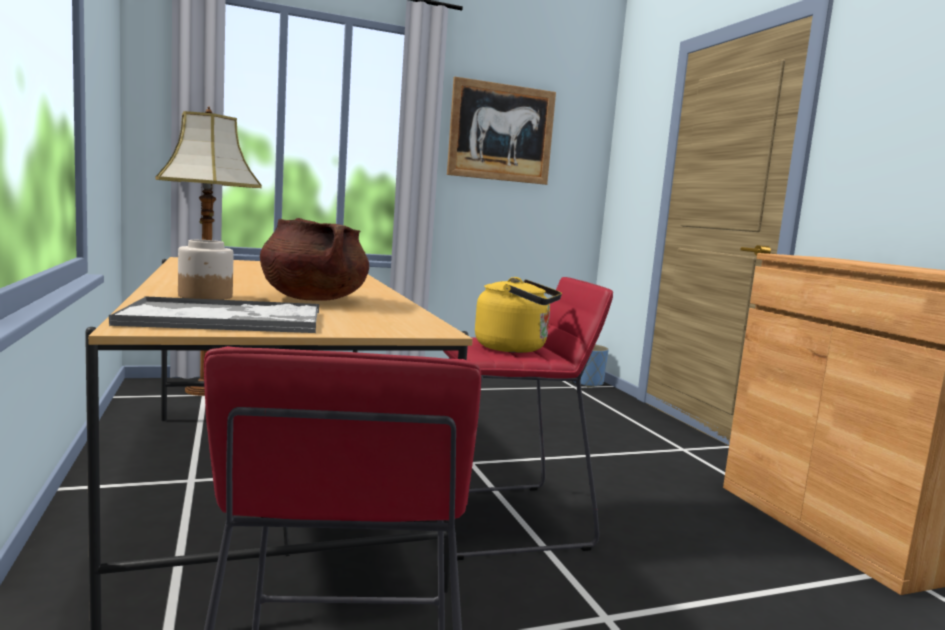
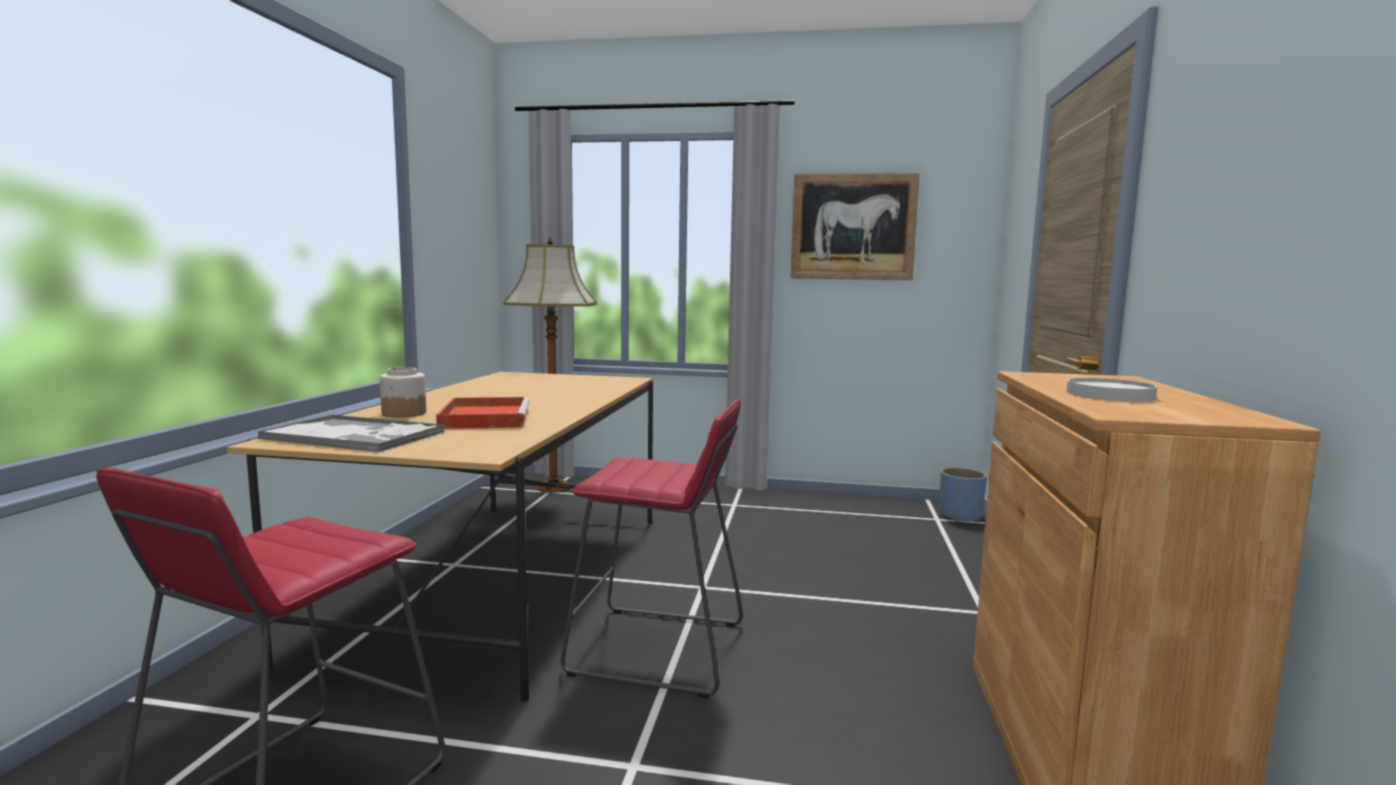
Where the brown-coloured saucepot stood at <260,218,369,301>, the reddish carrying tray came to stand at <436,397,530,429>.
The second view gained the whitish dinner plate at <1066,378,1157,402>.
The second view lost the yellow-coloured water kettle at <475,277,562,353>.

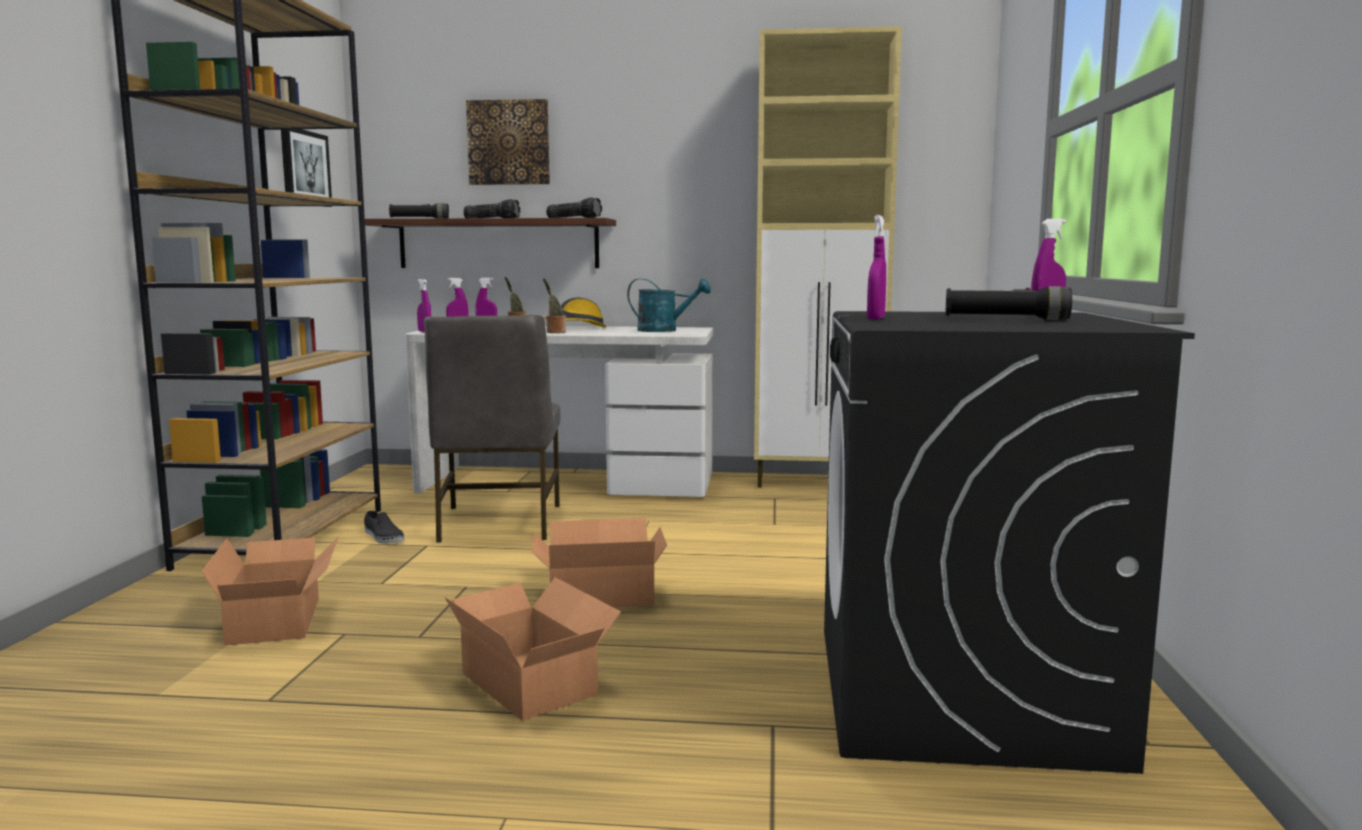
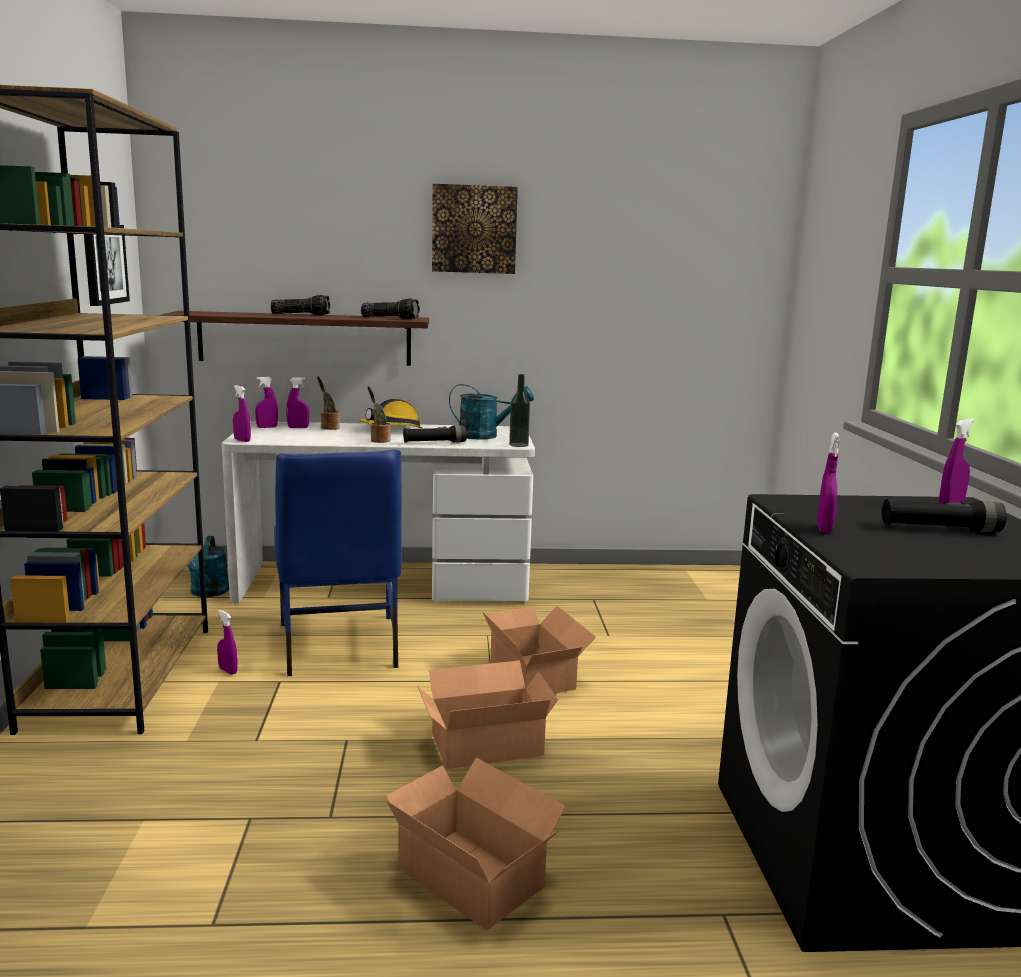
The second view gained the turquoise sprinkling can at <187,536,229,597>.
Where the blackish shoe stood at <364,511,405,544>, the purplish sprayer came to stand at <217,610,238,675>.
What was the grey plain chair at <424,315,561,542> turned into the blue plain chair at <274,450,402,676>.
The blackish flashlight ended up elsewhere, having gone from <389,203,449,218> to <403,425,467,443>.
The wall art ended up elsewhere, having gone from <466,99,550,185> to <432,184,518,274>.
The carton ended up elsewhere, having gone from <201,536,339,646> to <482,606,596,693>.
The second view gained the beverage bottle at <509,374,530,447>.
The second view lost the beige-coloured cupboard at <754,26,902,488>.

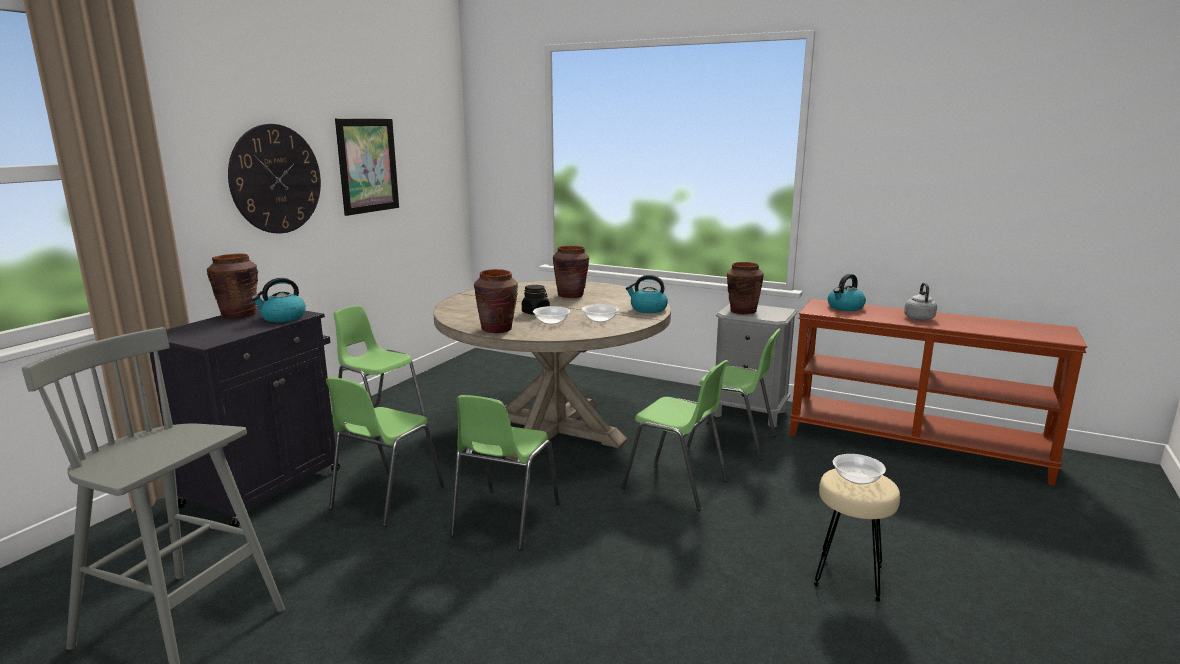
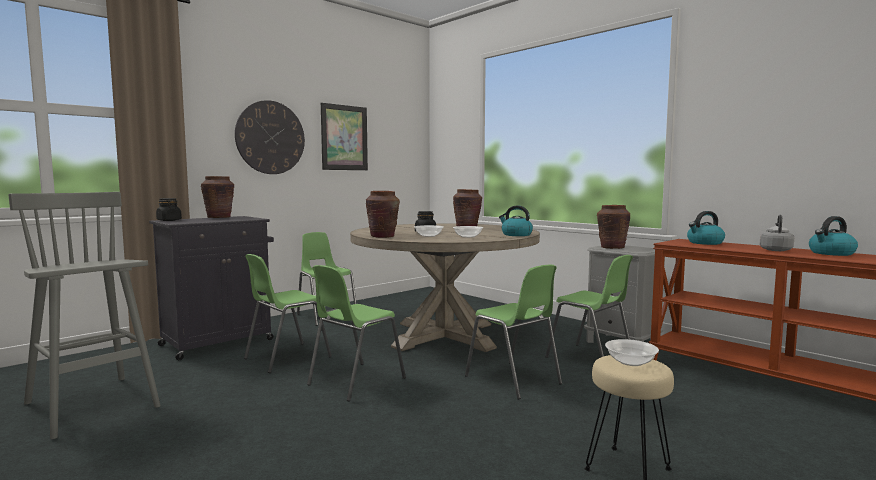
The second view gained the blackish preserve jar at <156,198,182,221>.
The water kettle ended up elsewhere, having gone from <251,278,306,322> to <809,216,858,256>.

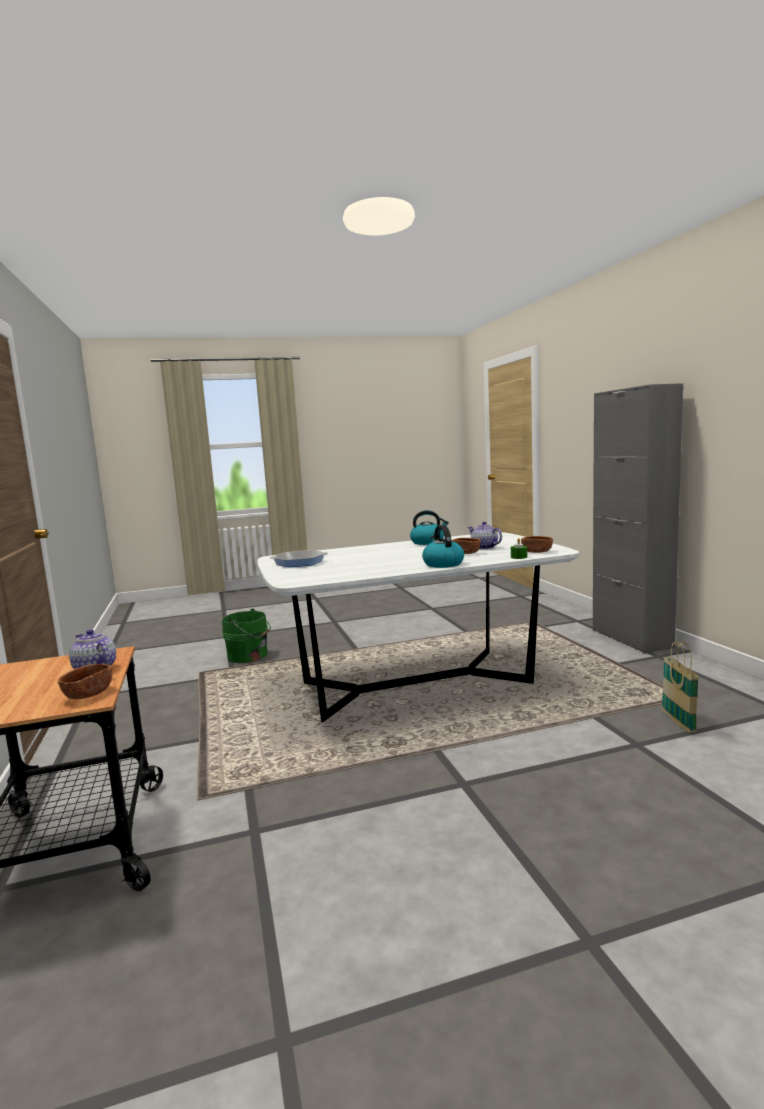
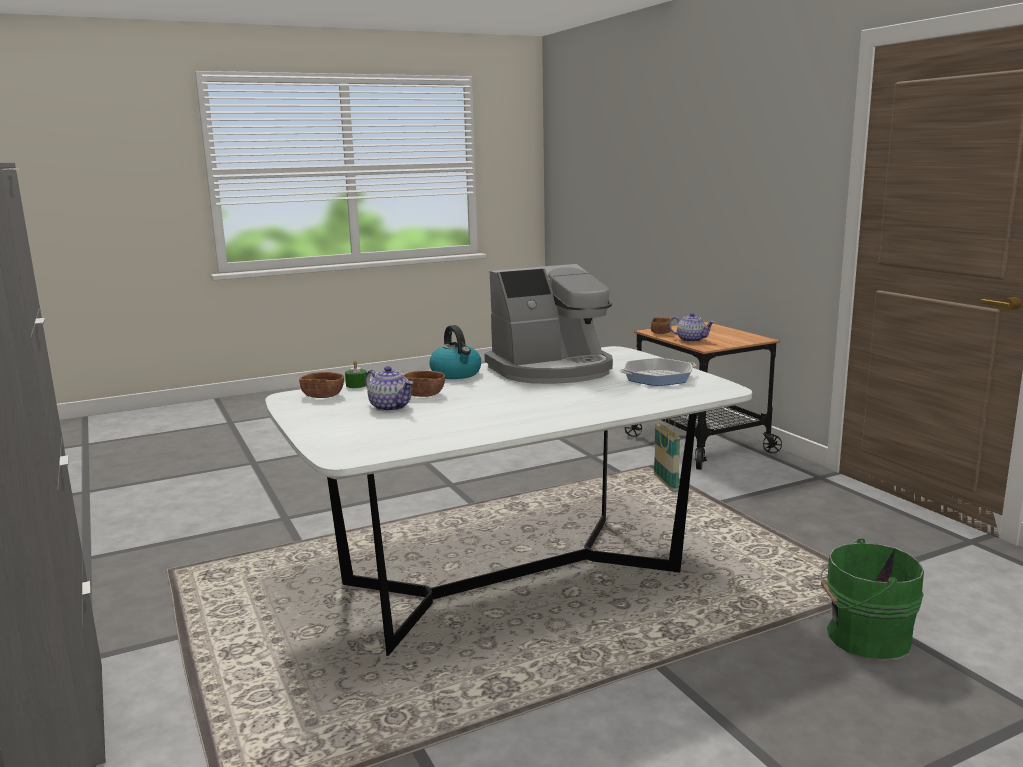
The second view gained the coffee maker at <484,264,613,384>.
The storage basket ended up elsewhere, having gone from <662,641,699,733> to <654,417,680,492>.
The second view lost the water kettle at <410,510,449,545>.

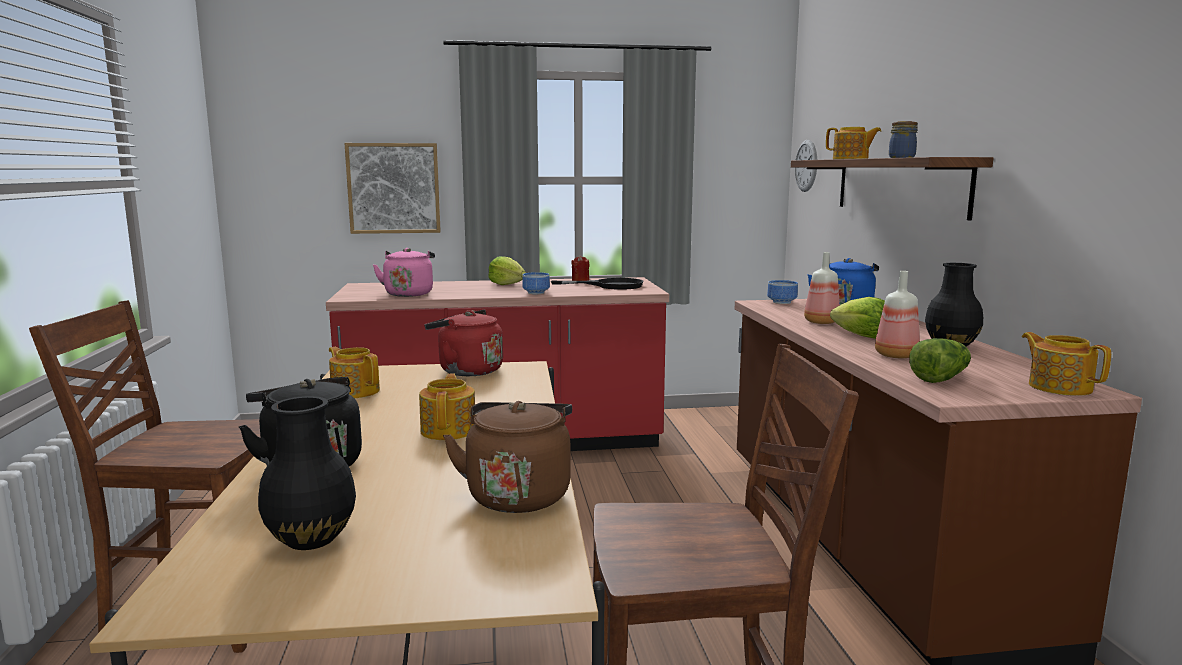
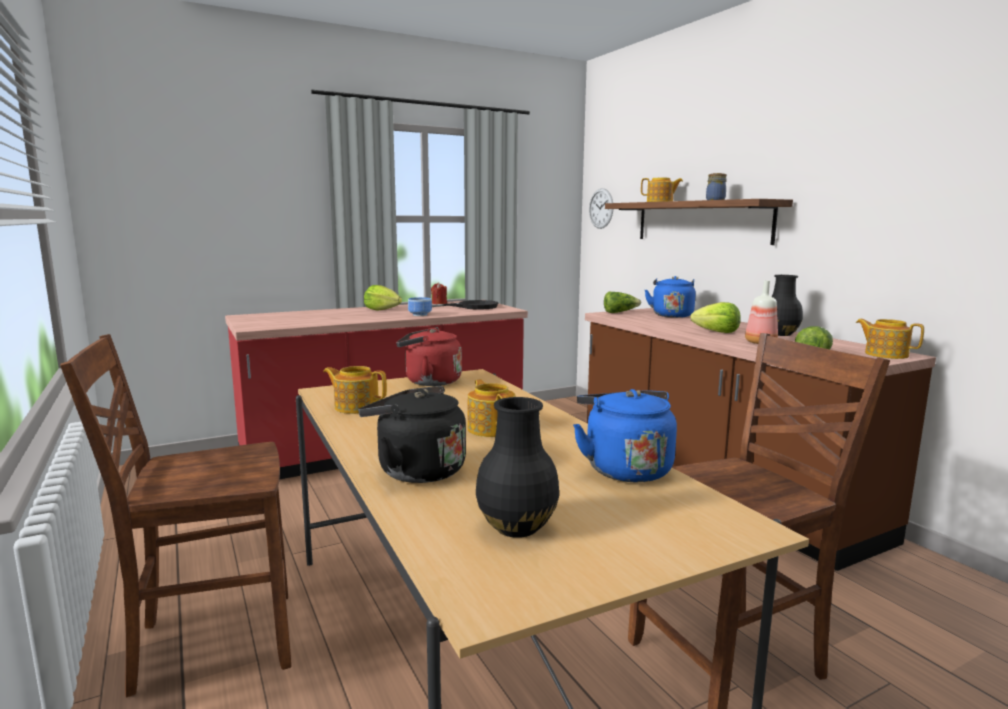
What was the brown-coloured water kettle at <443,401,572,513> turned into the blue water kettle at <573,389,677,482>.
Where the deep dish stood at <767,280,798,304>, the head of lettuce came to stand at <604,292,641,313>.
The second view lost the wall art at <345,143,441,234>.
The second view lost the pink water kettle at <373,248,435,297>.
The second view lost the beverage bottle at <804,252,840,324>.

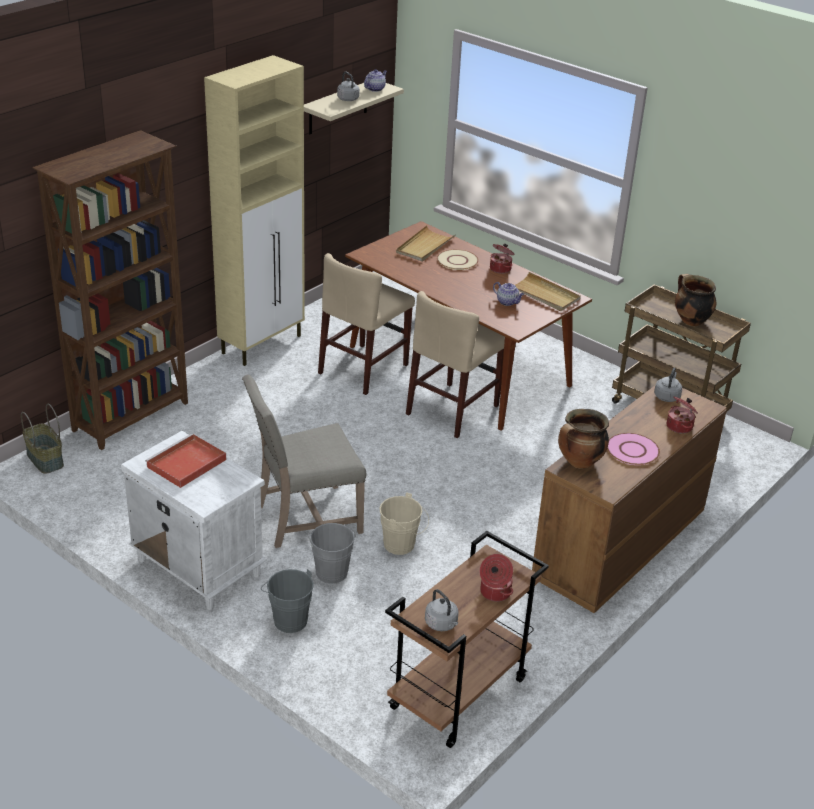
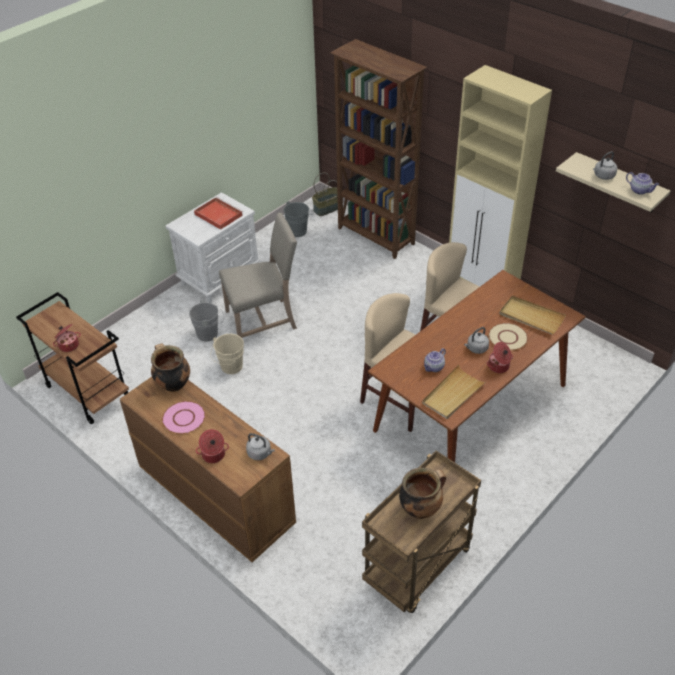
The beige-coloured plain chair at <242,375,367,548> ended up facing another way, 90 degrees clockwise from before.
The grey pail ended up elsewhere, having gone from <261,569,314,633> to <283,201,313,237>.
The grey water kettle ended up elsewhere, having gone from <425,589,459,631> to <464,327,489,354>.

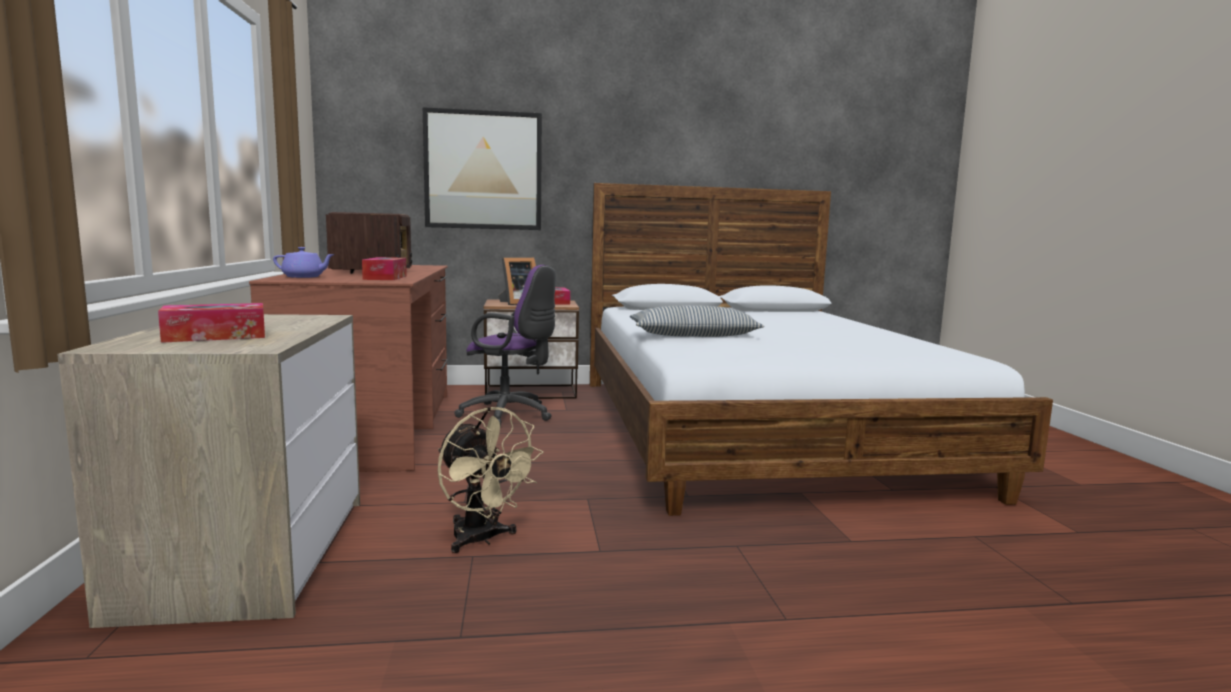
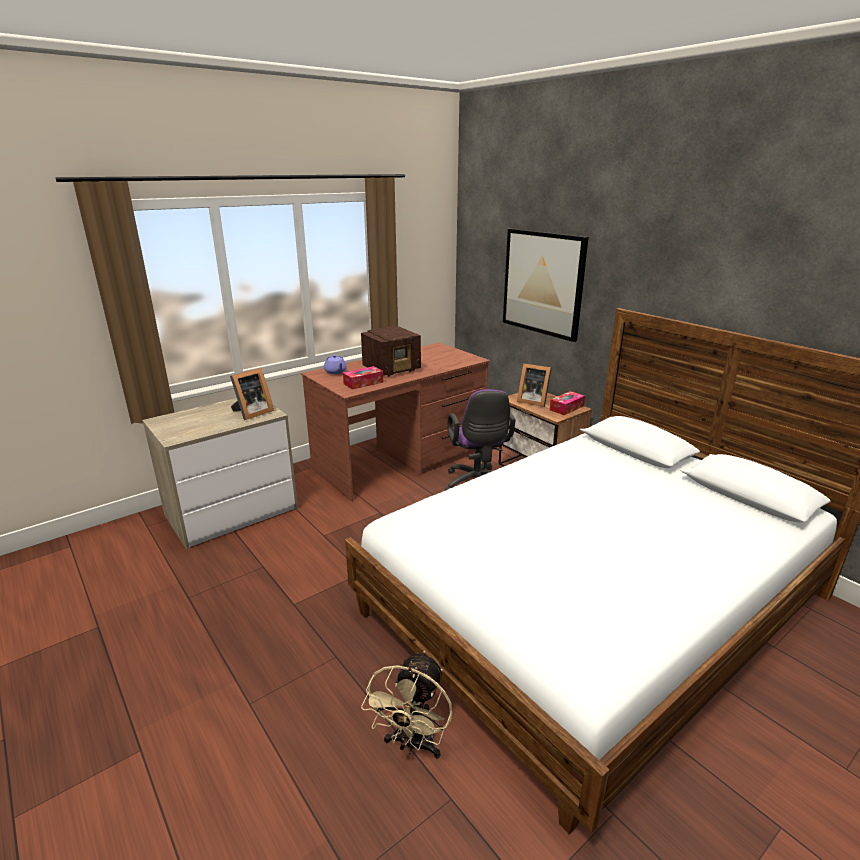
The second view gained the photo frame at <230,368,274,420>.
The beige-coloured cooling fan ended up elsewhere, having gone from <438,406,543,553> to <361,651,453,759>.
The second view lost the tissue box at <158,303,265,343>.
The second view lost the throw pillow at <630,305,764,337>.

